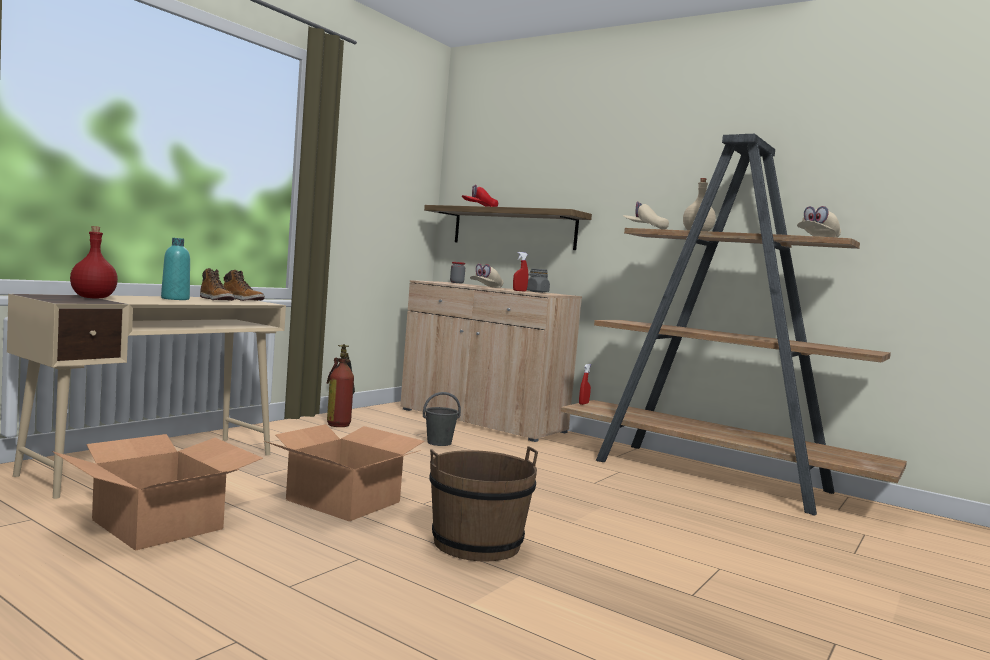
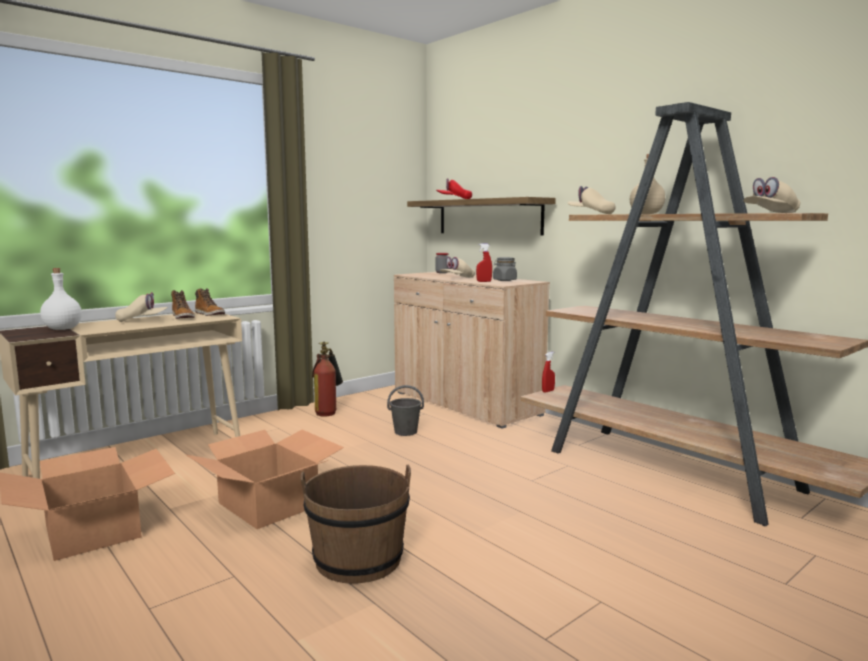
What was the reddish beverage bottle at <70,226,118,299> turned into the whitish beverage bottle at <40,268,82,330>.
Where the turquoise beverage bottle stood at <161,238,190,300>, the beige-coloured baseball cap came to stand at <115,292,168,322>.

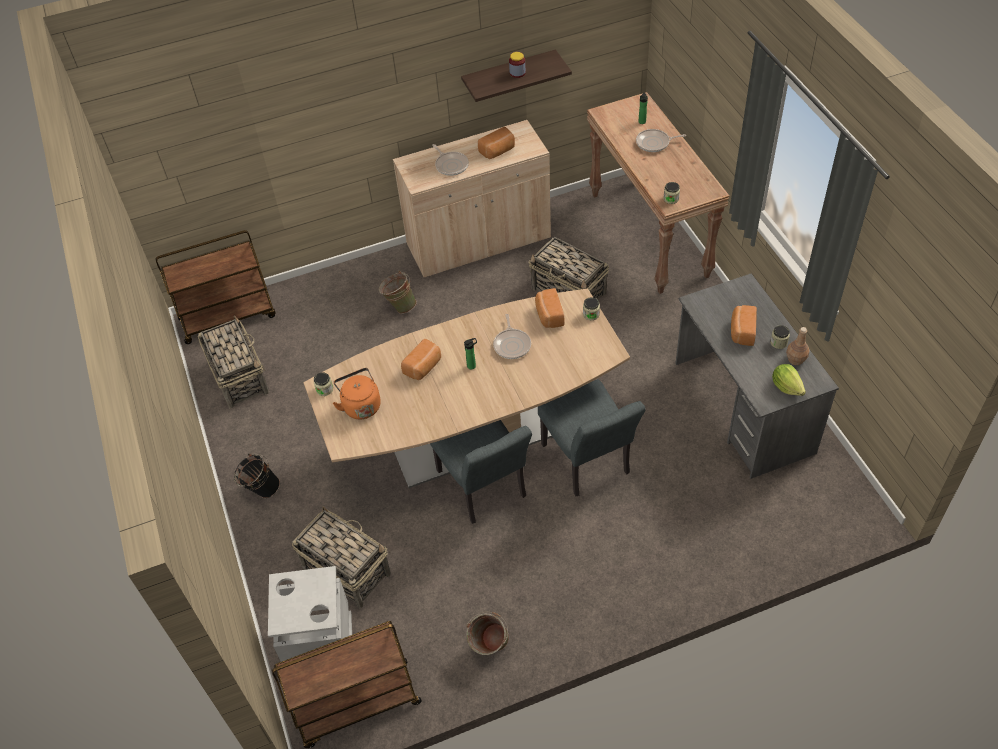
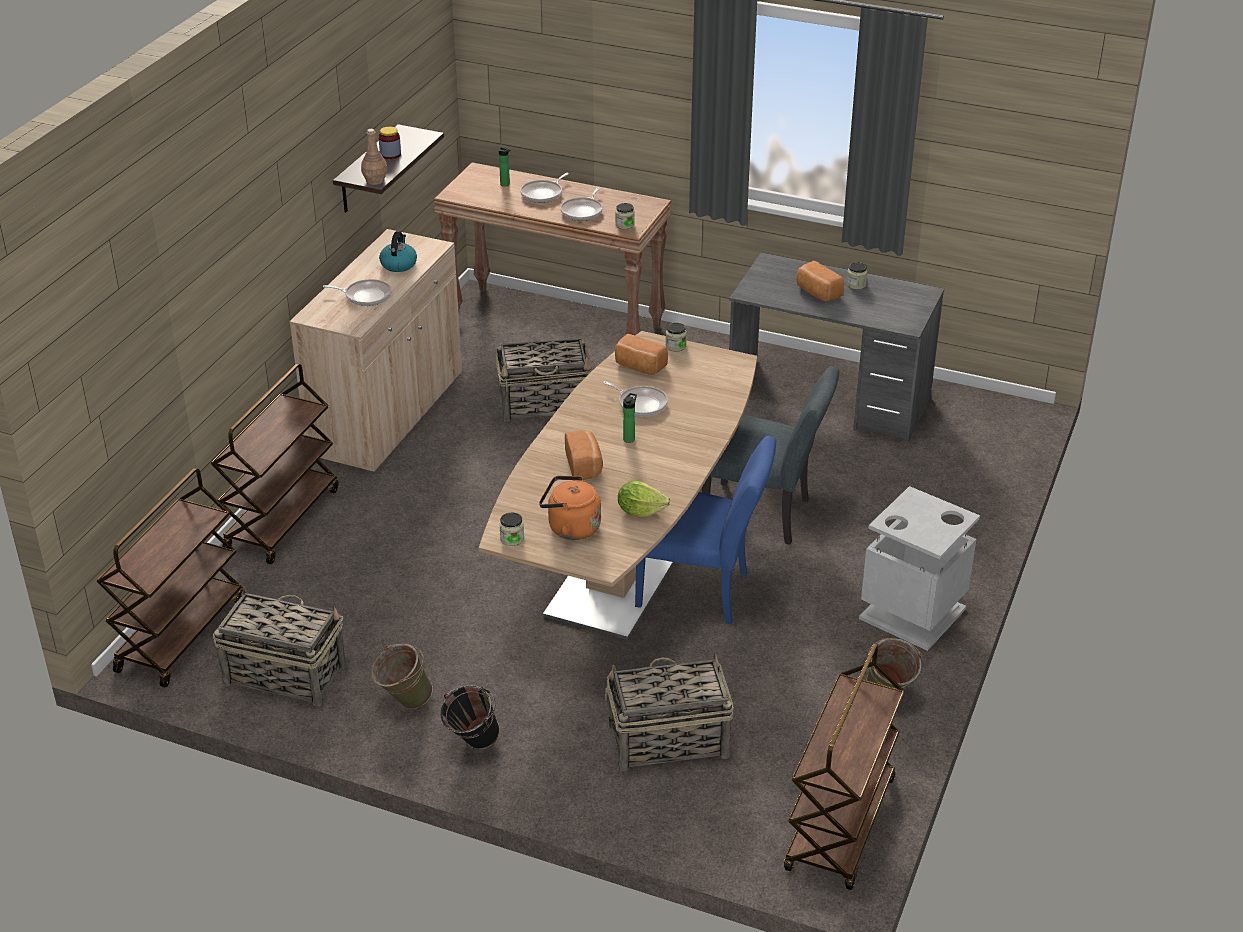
The second view gained the brown-coloured trolley at <211,364,339,564>.
The brown-coloured beverage bottle ended up elsewhere, having gone from <786,327,809,365> to <361,129,387,185>.
The greenish pail ended up elsewhere, having gone from <379,271,417,314> to <371,644,433,709>.
Where the bread stood at <478,127,515,159>, the water kettle came to stand at <379,231,417,272>.
The second view gained the pan at <560,188,603,221>.
The head of lettuce ended up elsewhere, having gone from <772,364,806,396> to <618,481,670,517>.
What was the grey plain chair at <430,420,532,524> turned into the blue plain chair at <635,436,776,624>.
The grey trash can ended up elsewhere, having gone from <268,566,352,662> to <859,486,980,651>.

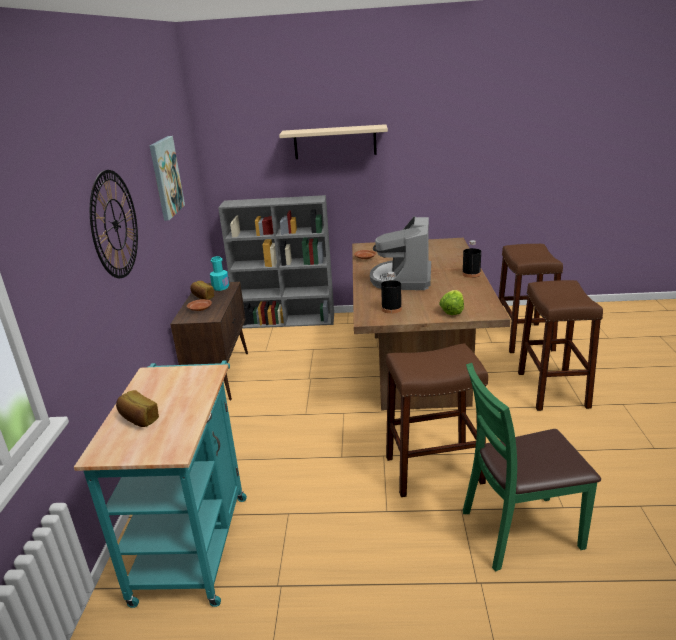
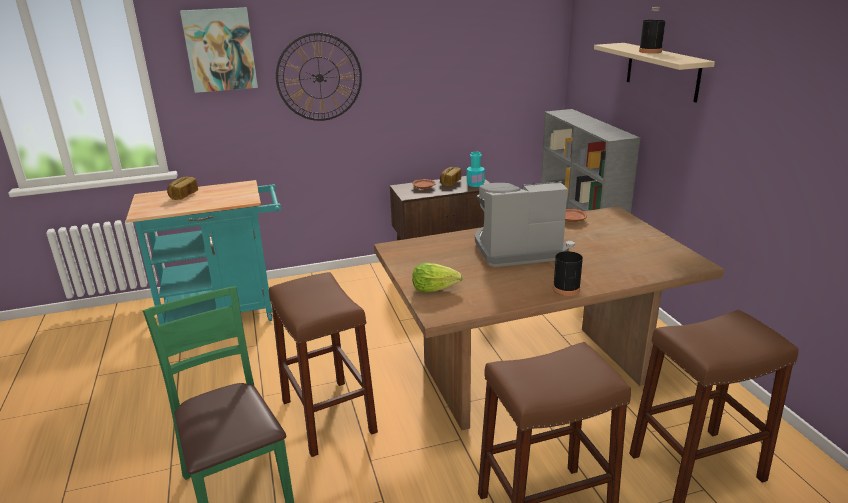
The wall art ended up elsewhere, having gone from <150,136,185,221> to <180,7,258,93>.
The blackish beverage bottle ended up elsewhere, having gone from <381,272,402,314> to <639,7,666,53>.

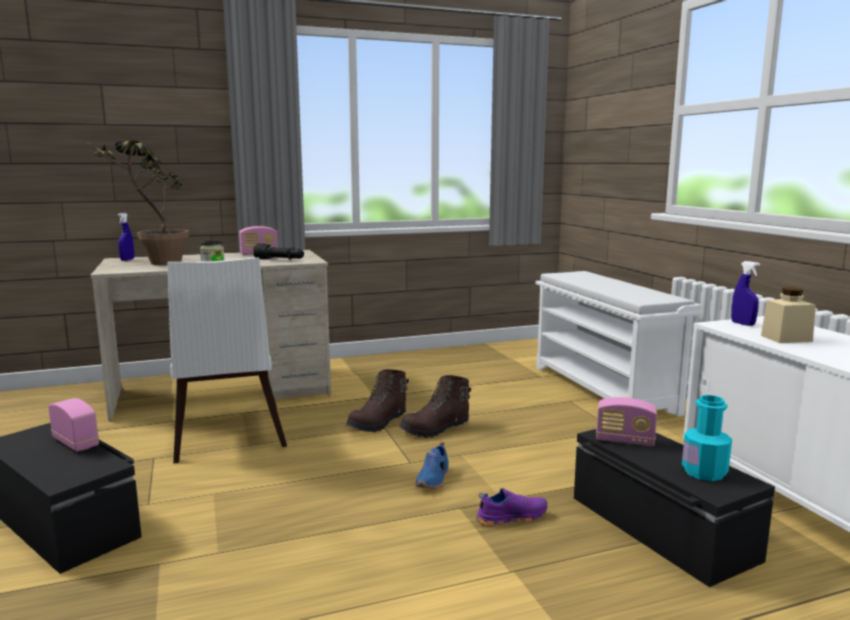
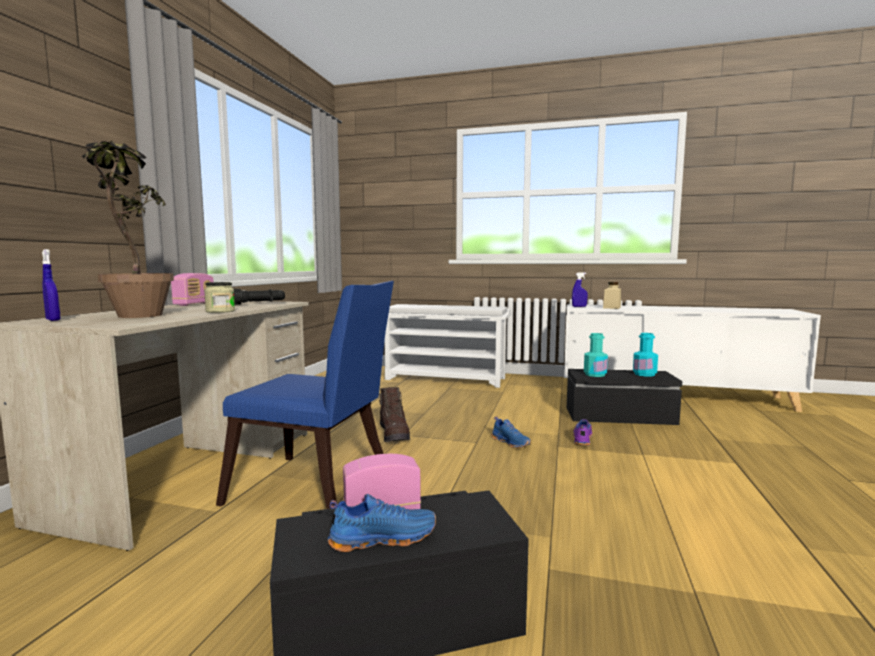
What was the whitish plain chair at <167,257,287,463> turned into the blue plain chair at <216,281,394,509>.
The second view gained the blue shoe at <328,494,436,552>.
Where the radio set stood at <596,397,657,446>, the turquoise beverage bottle came to stand at <584,333,608,377>.
The second view lost the brown-coloured boot at <399,375,471,438>.

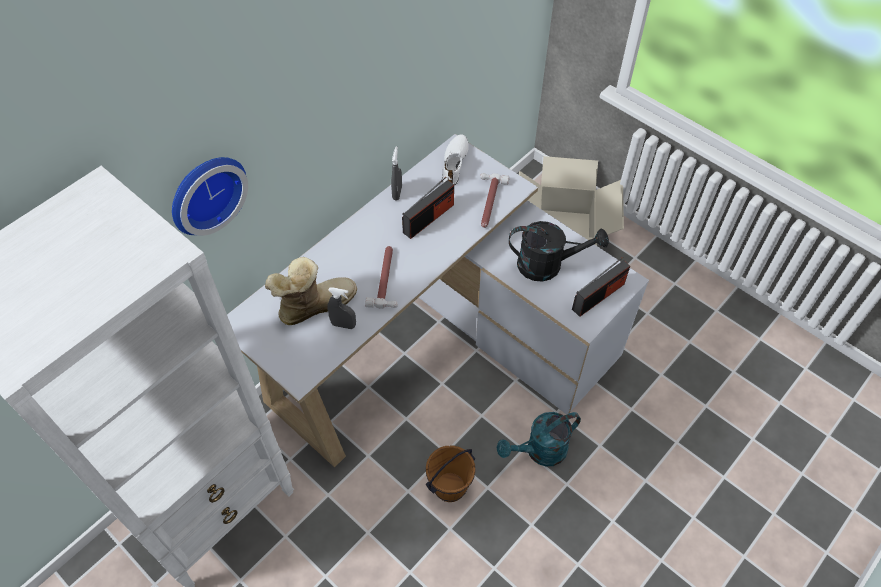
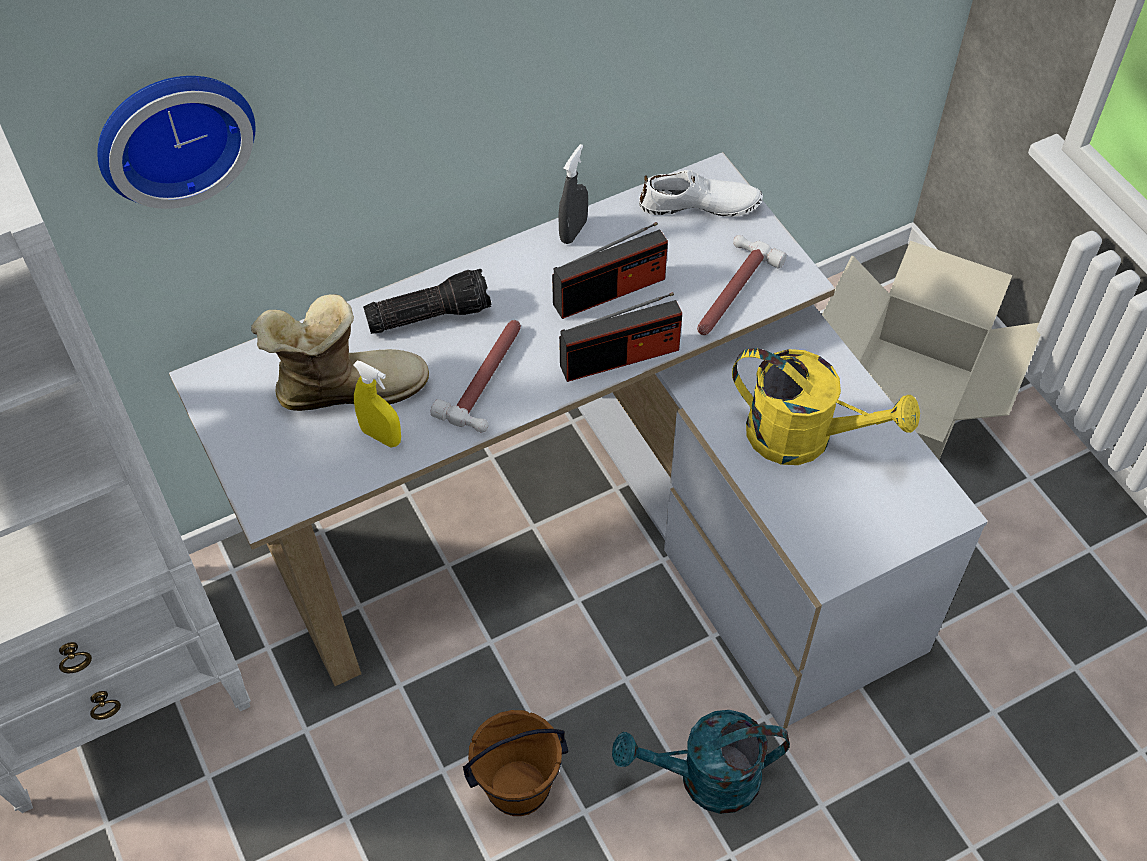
What was the grey sprayer at <327,287,356,329> turned into the yellow-coloured sprayer at <353,361,401,447>.
The second view gained the flashlight at <363,269,491,334>.
The radio set ended up elsewhere, having gone from <572,257,630,317> to <559,292,682,382>.
The whitish shoe at <442,134,469,186> ended up facing another way, 60 degrees clockwise from before.
What was the blackish sprinkling can at <509,221,609,282> turned into the yellow-coloured sprinkling can at <732,348,920,465>.

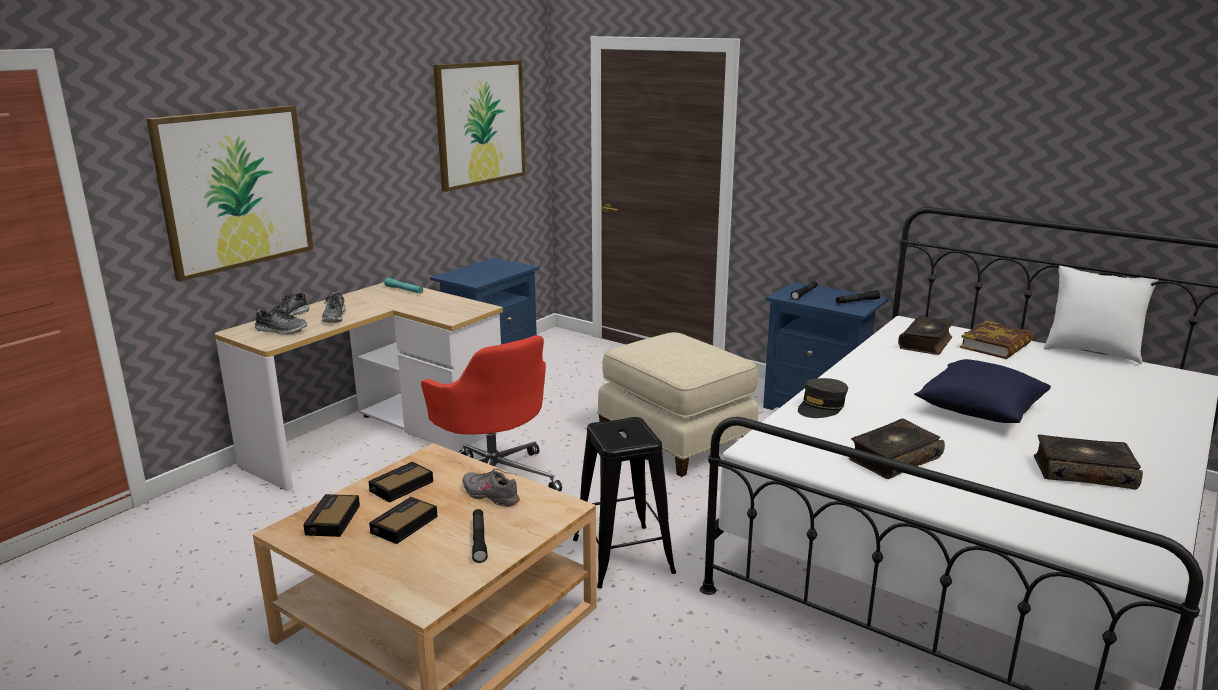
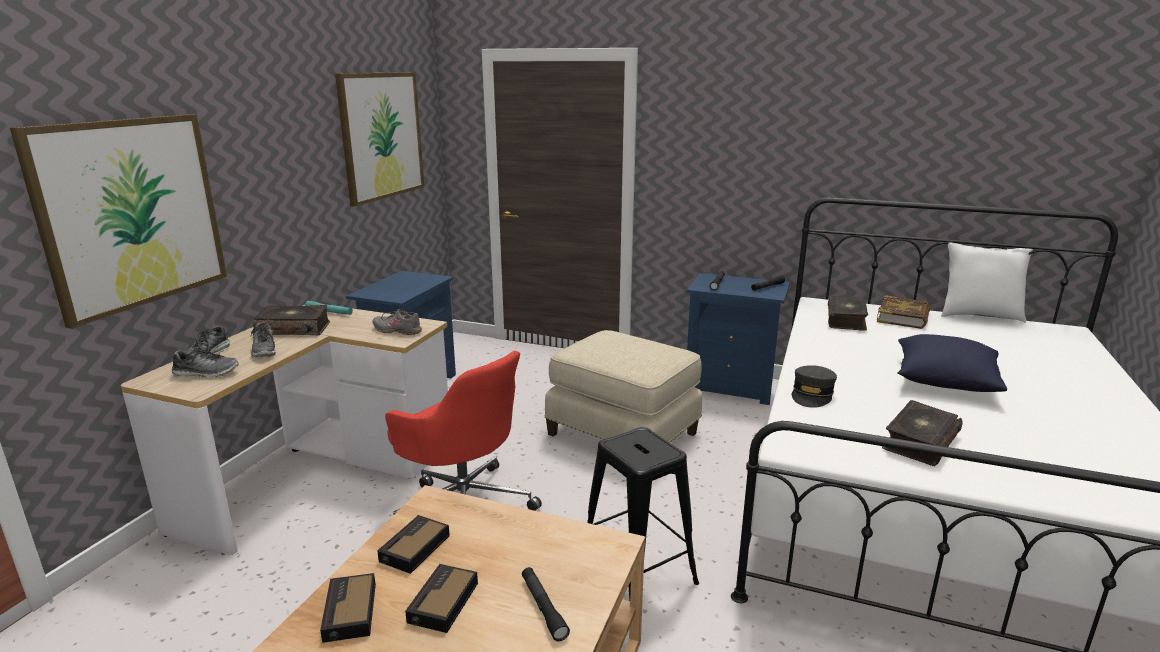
The book ended up elsewhere, having gone from <1034,435,1143,490> to <253,305,330,335>.
The grey shoe ended up elsewhere, having gone from <463,469,520,507> to <373,309,422,335>.

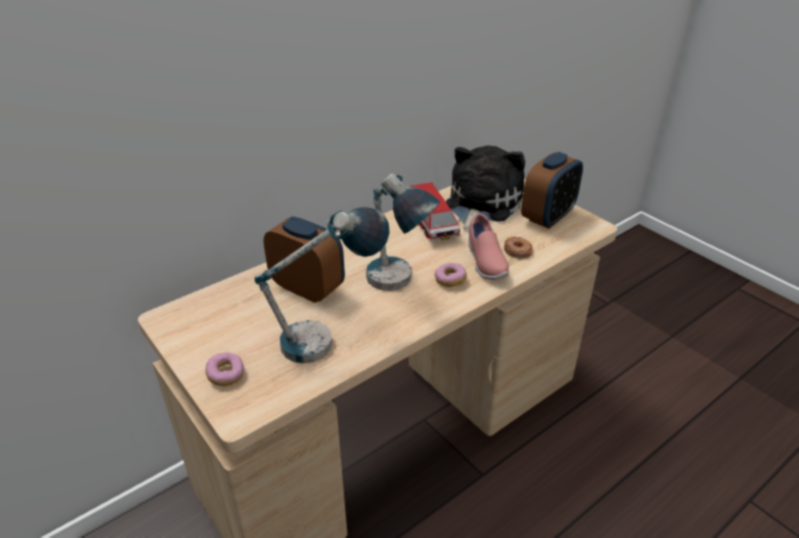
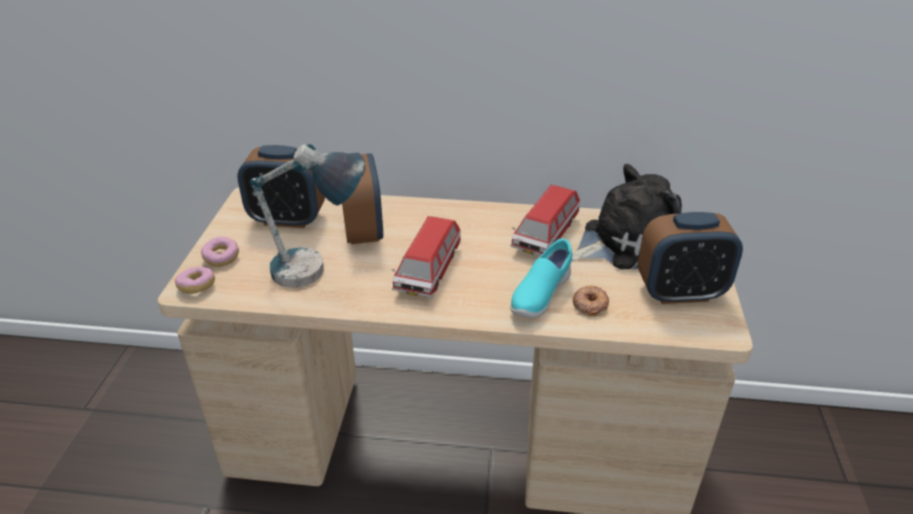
The ring doughnut ended up elsewhere, having gone from <435,263,467,287> to <175,266,215,294>.
The second view gained the table clock at <237,145,325,228>.
Where the lamp for a table stood at <366,173,440,291>, the miniature car came to stand at <392,216,461,298>.
What was the pink shoe at <468,213,509,280> turned into the turquoise shoe at <510,239,572,318>.

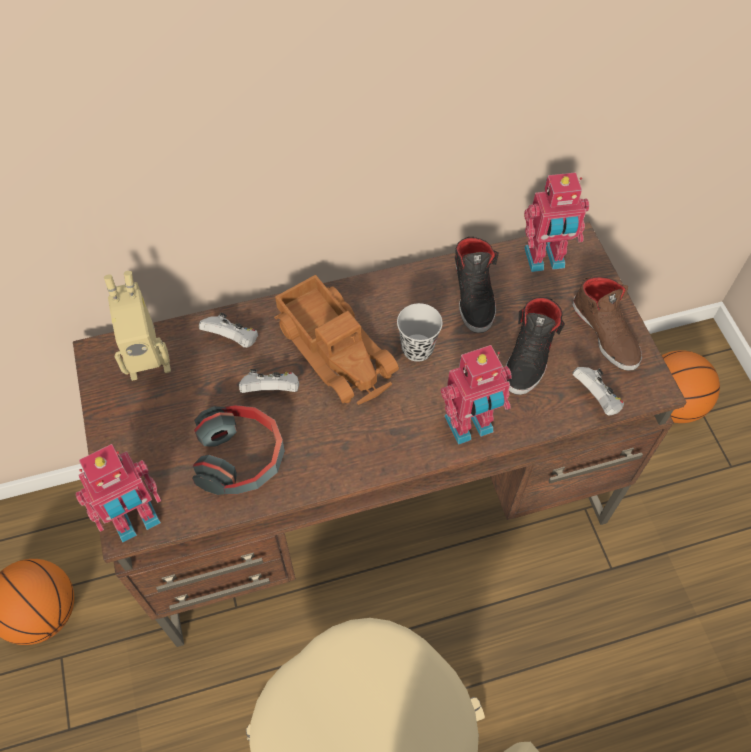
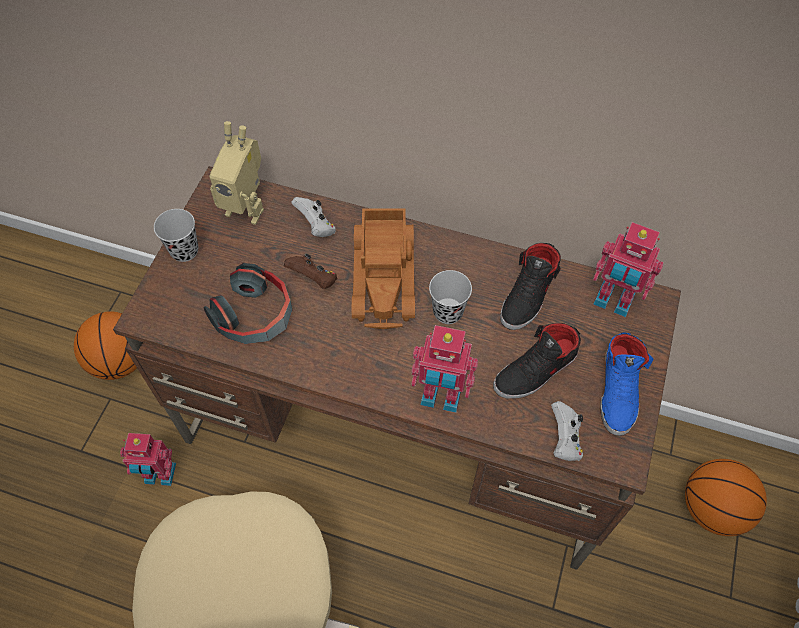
The robot figure ended up elsewhere, having gone from <76,444,161,542> to <120,433,176,486>.
The second view gained the blackish drinking cup at <154,209,198,262>.
What was the whitish joypad at <239,369,299,393> turned into the brown-coloured joypad at <284,254,337,289>.
What was the brown-coloured shoe at <572,276,642,371> turned into the blue shoe at <600,332,654,436>.

